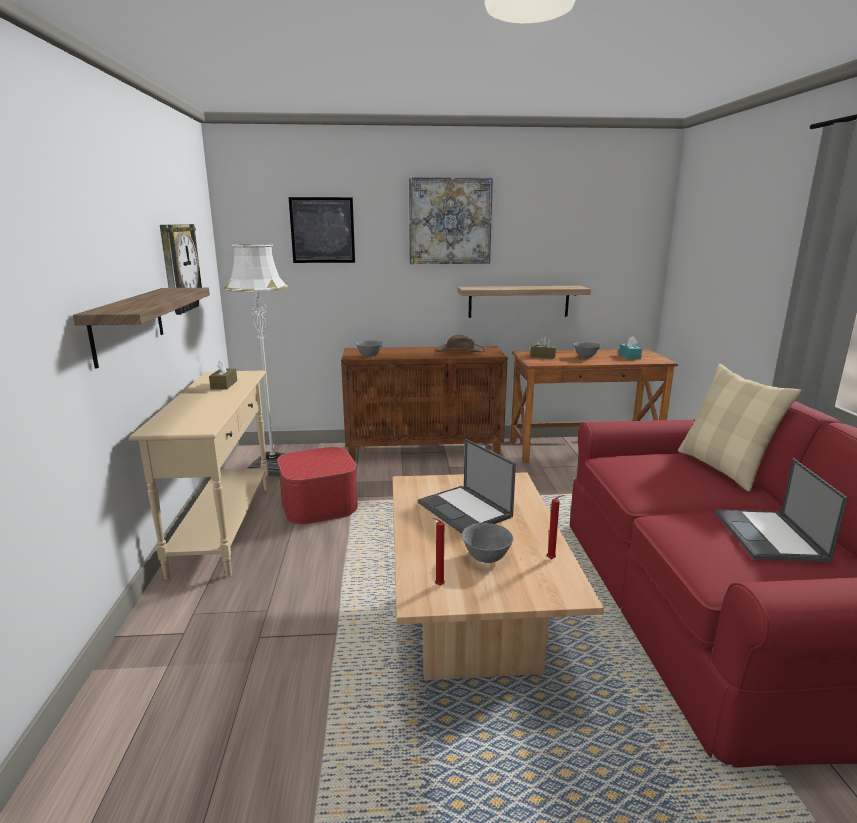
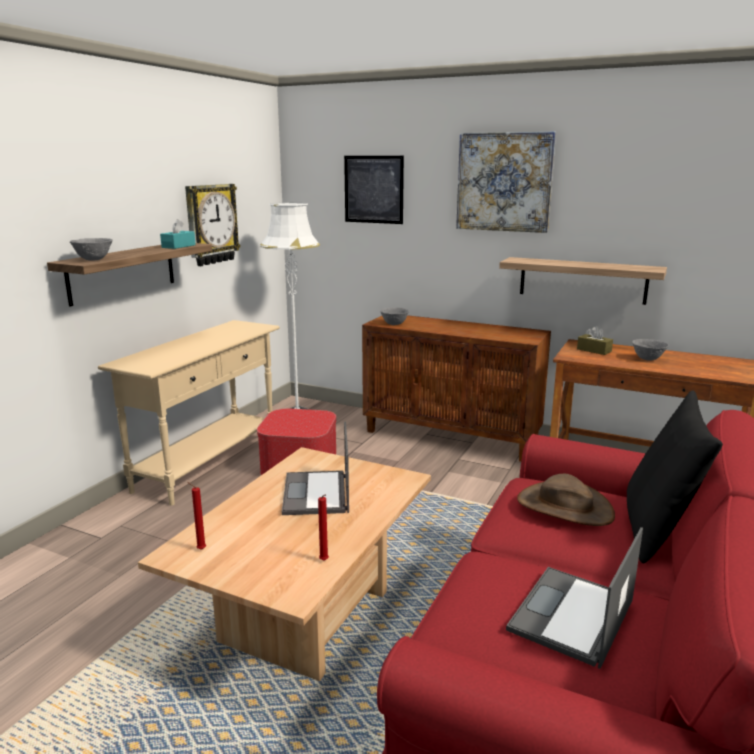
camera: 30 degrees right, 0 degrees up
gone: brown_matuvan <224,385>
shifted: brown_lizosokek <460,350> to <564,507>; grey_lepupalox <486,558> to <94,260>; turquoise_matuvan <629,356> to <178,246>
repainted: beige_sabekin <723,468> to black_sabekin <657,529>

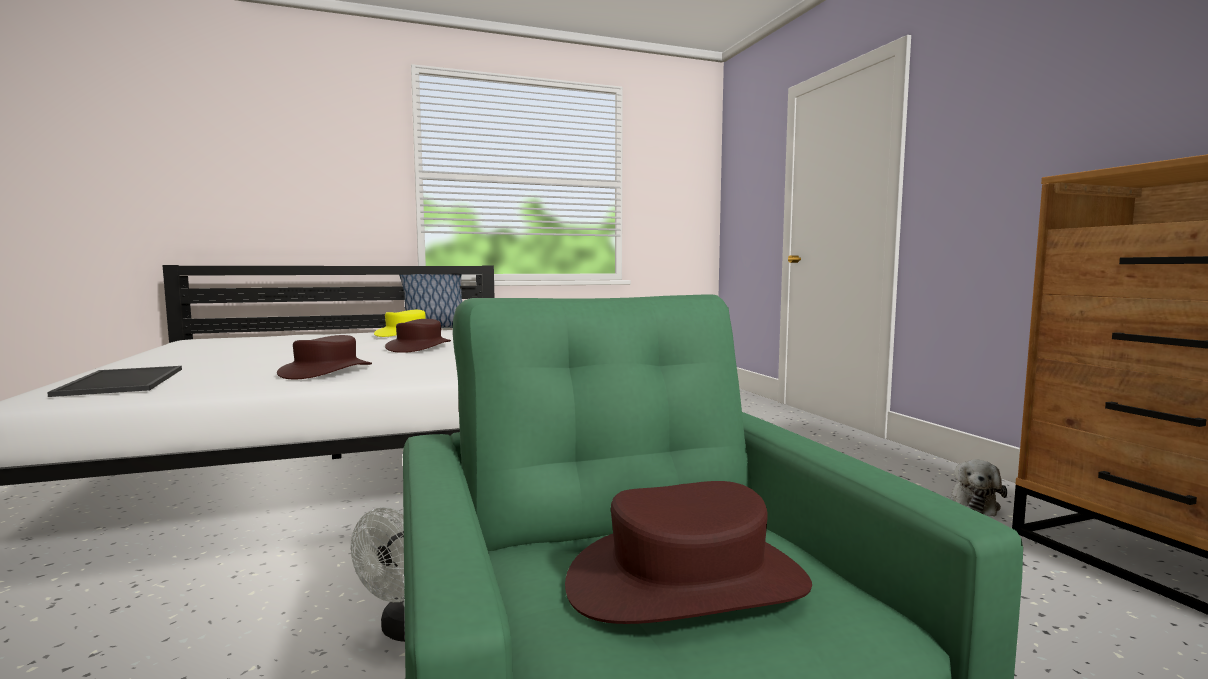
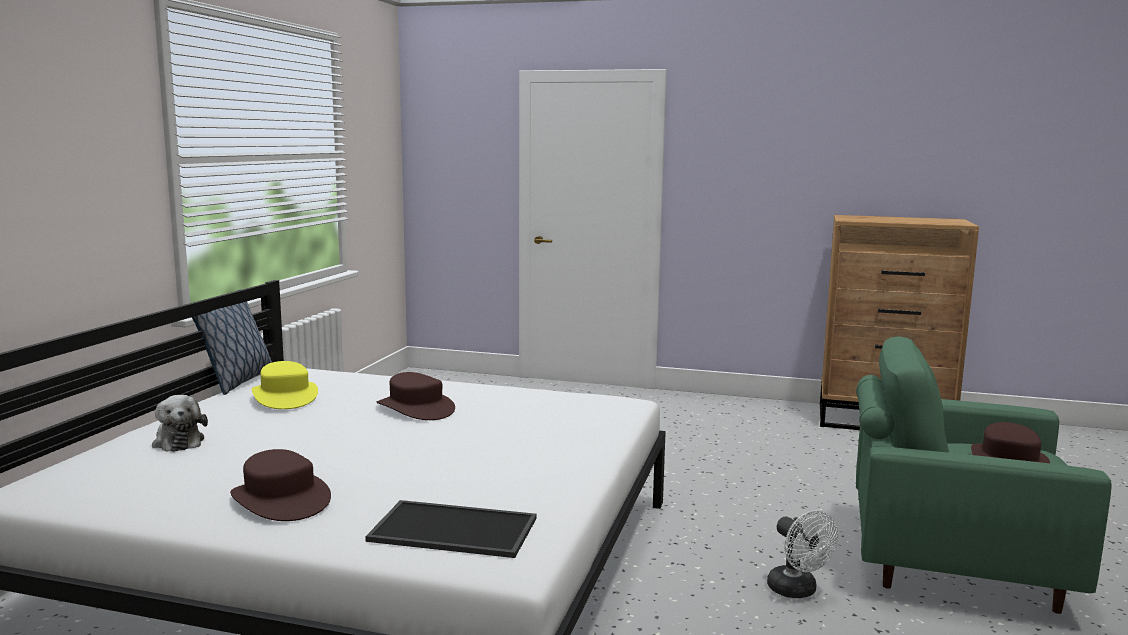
camera: 55 degrees left, 5 degrees up
shifted: brown_lizosokek <326,371> to <280,499>; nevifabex <972,504> to <178,441>

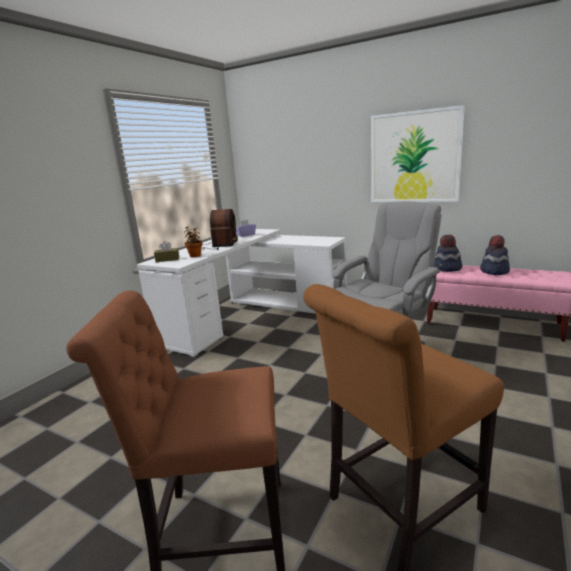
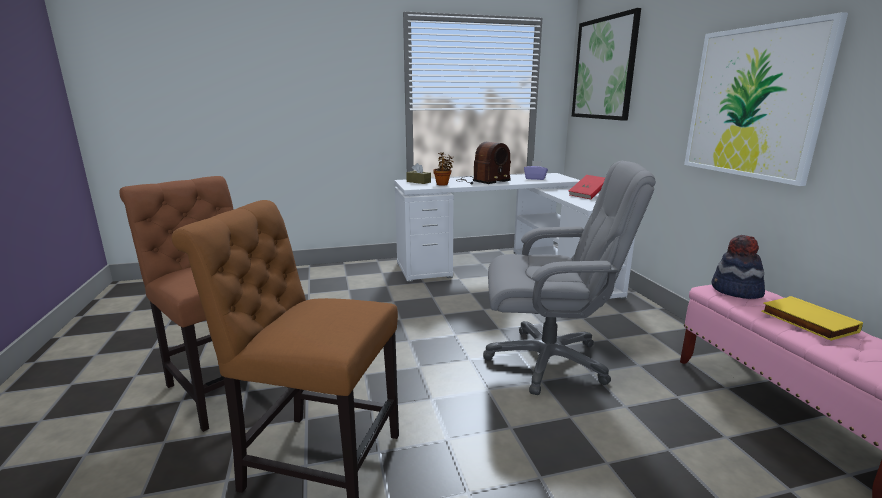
camera: 45 degrees right, 0 degrees up
new: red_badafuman <588,195>; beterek <604,69>
swapped: lizosokek <494,271> to yellow_badafuman <806,321>

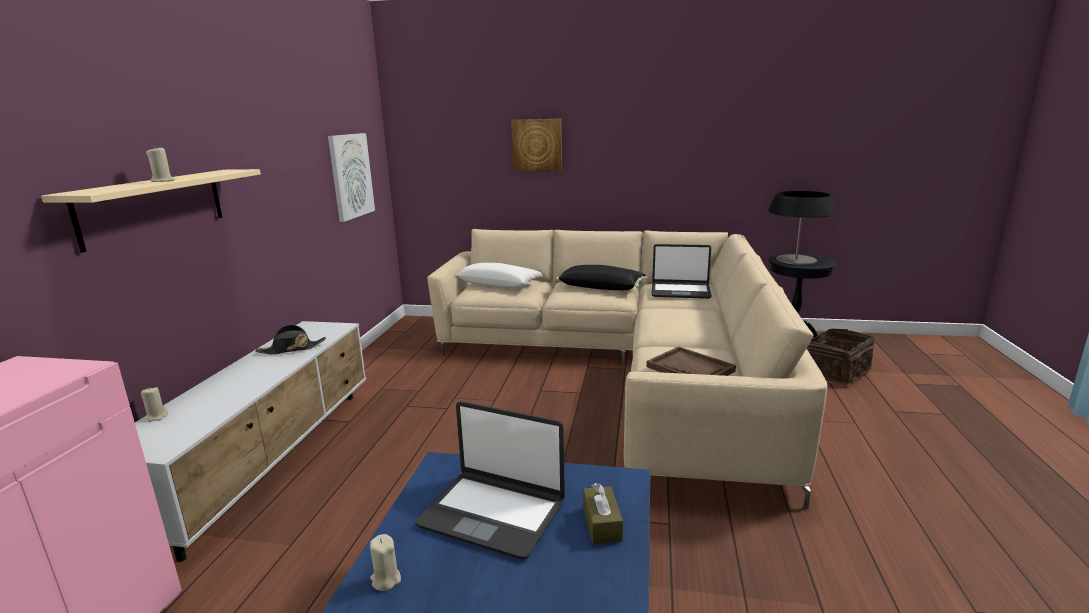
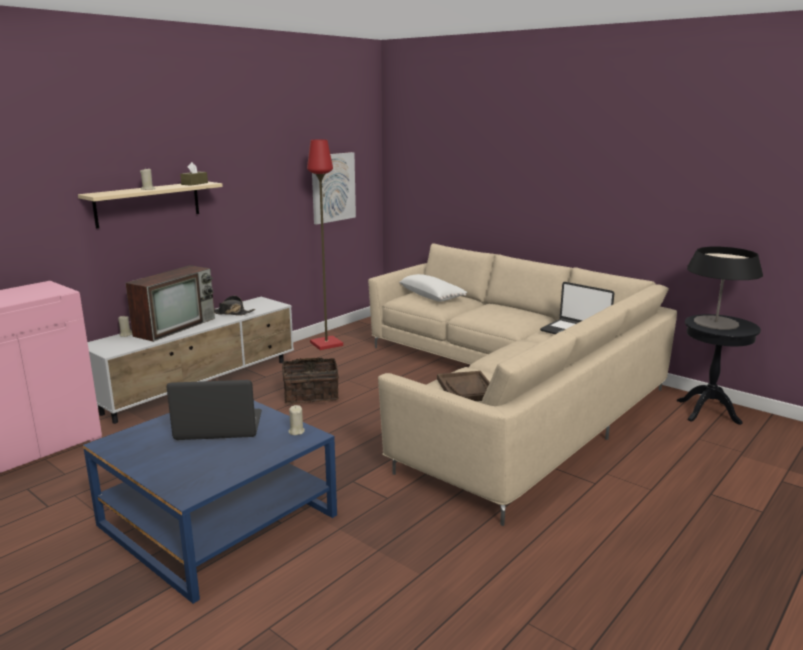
camera: 30 degrees right, 0 degrees up
gone: beterek <537,144>; black_sabekin <601,287>
new: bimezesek <176,326>; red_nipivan <326,344>
shifted: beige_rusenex <386,580> to <296,431>; brown_matuvan <602,524> to <194,183>; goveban <834,371> to <311,395>
rotated: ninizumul <493,513> = <219,427> 120 degrees clockwise

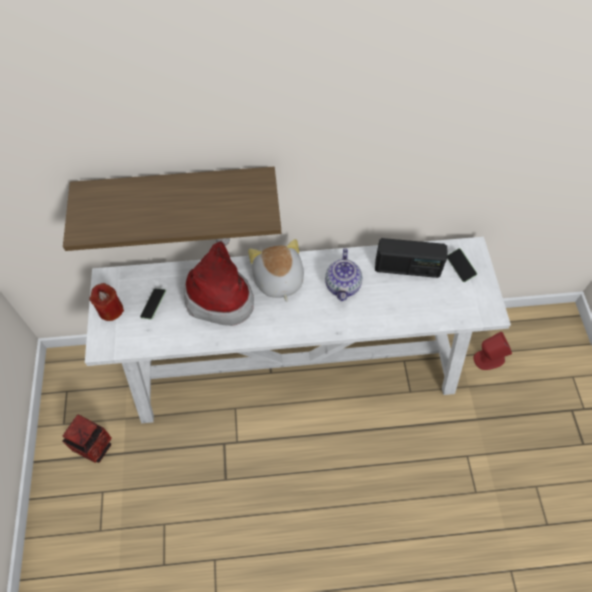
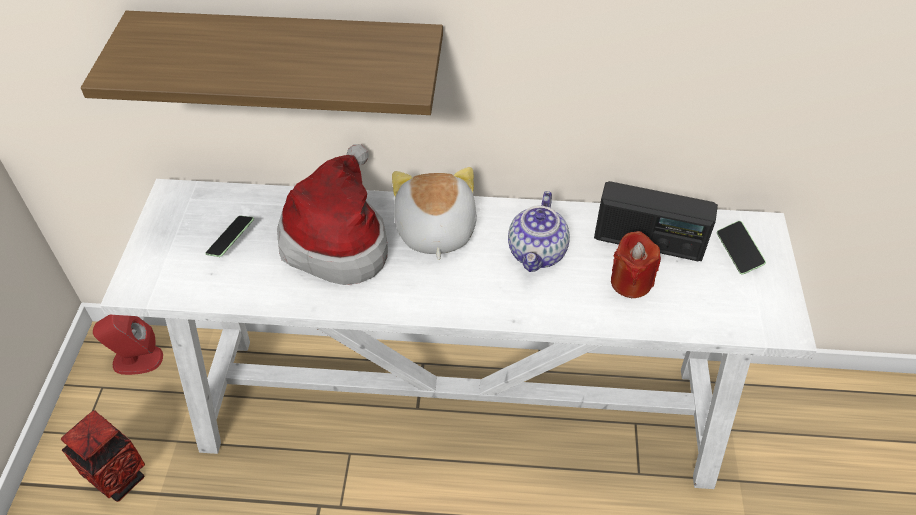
camera: 10 degrees right, 10 degrees down
shifted: red_rusenex <110,310> to <630,282>; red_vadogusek <488,359> to <137,360>

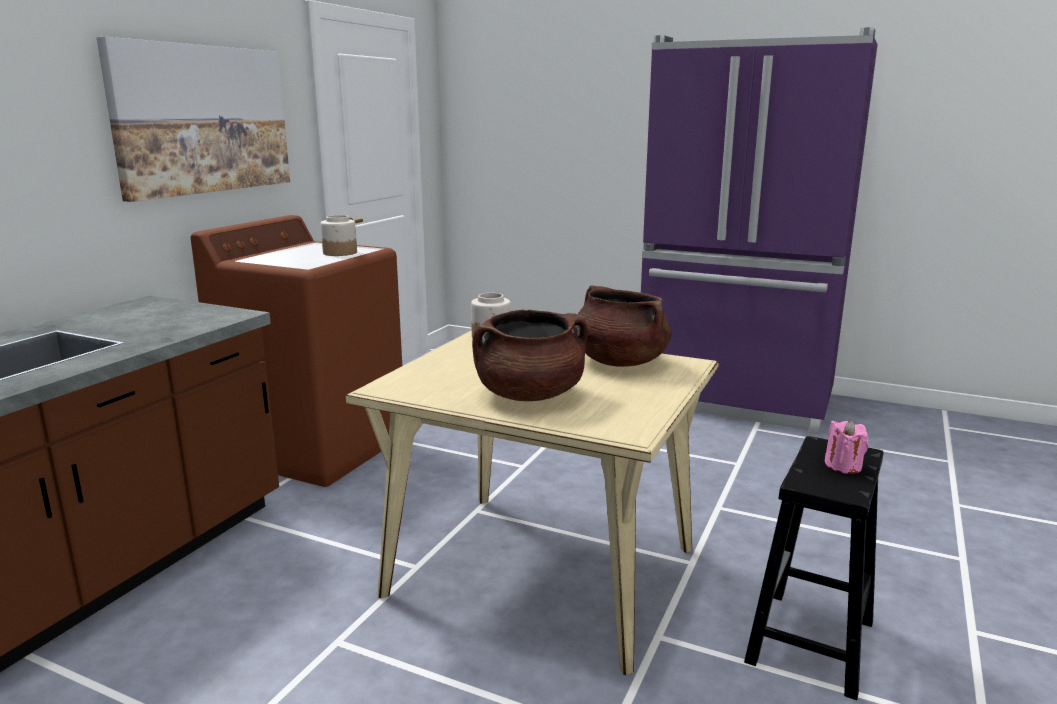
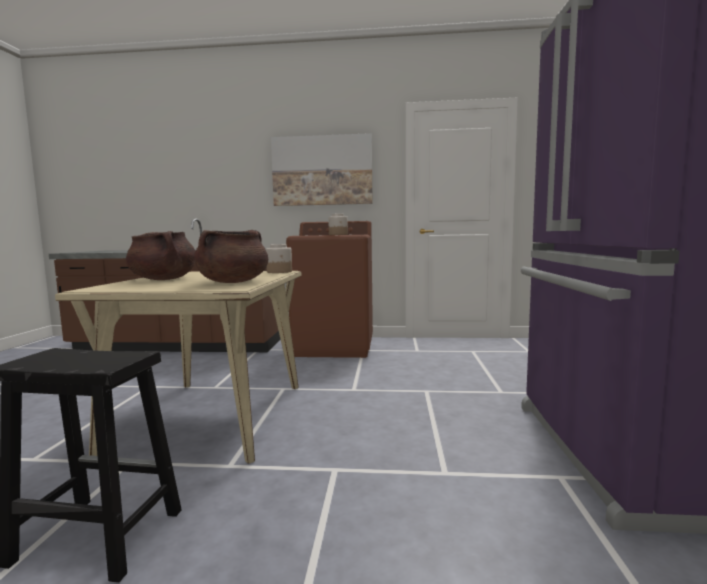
camera: 70 degrees right, 10 degrees down
gone: pink_rusenex <843,466>

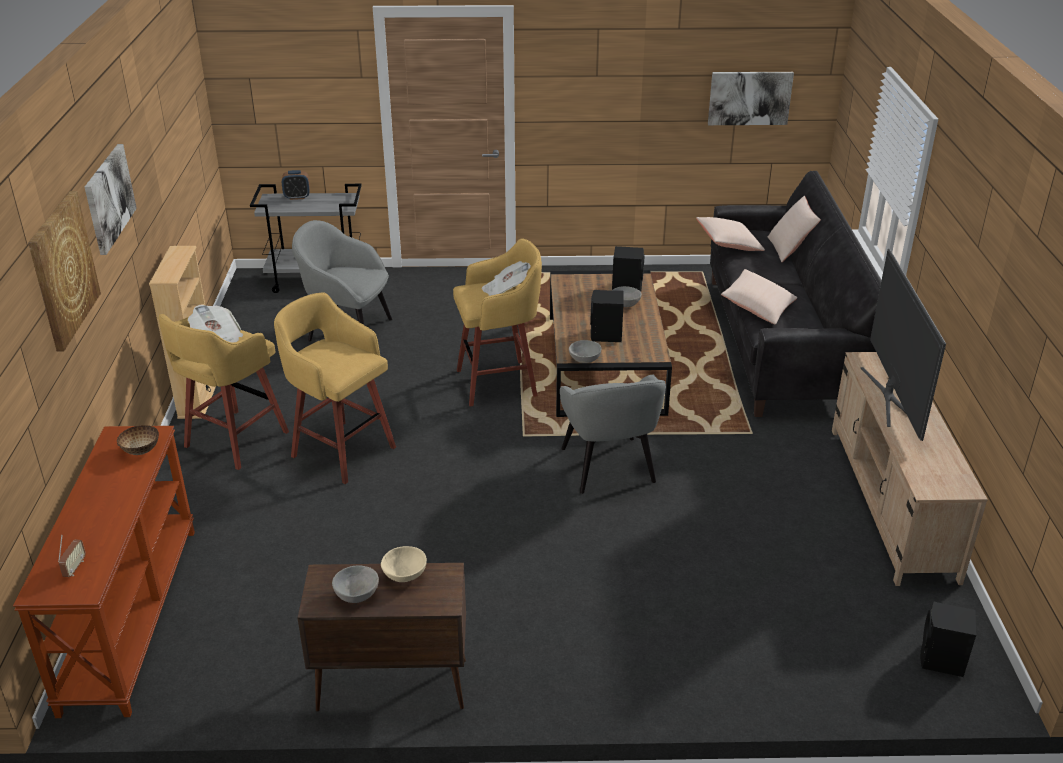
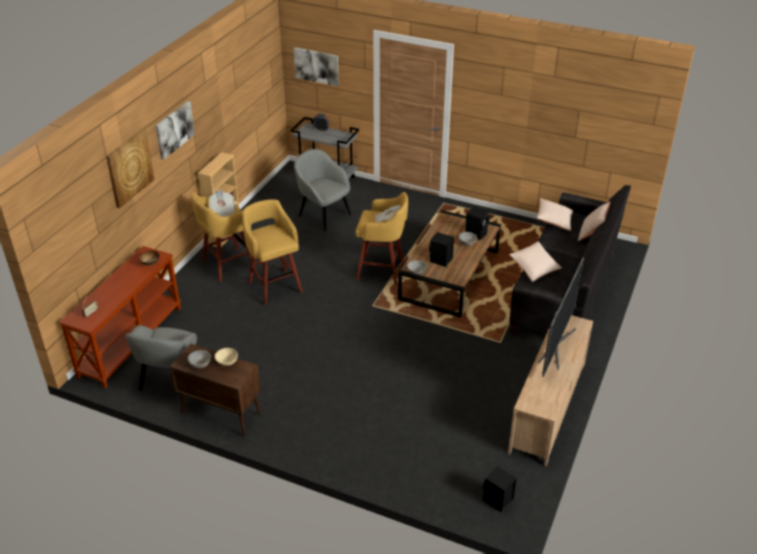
camera: 25 degrees right, 5 degrees up
shifted: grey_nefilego <608,467> to <170,378>; beterek <749,98> to <316,66>

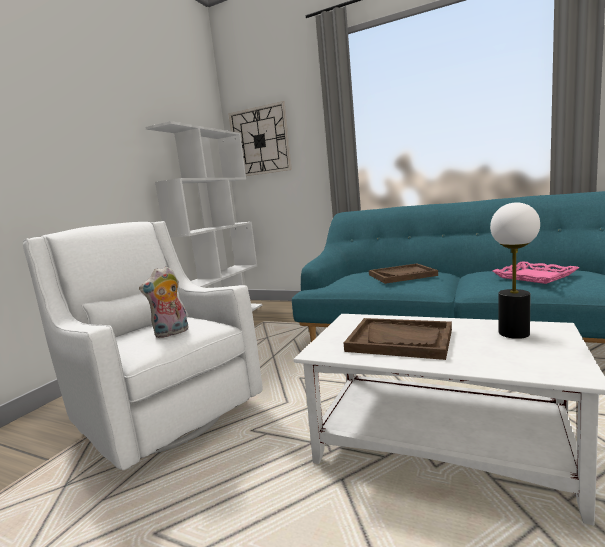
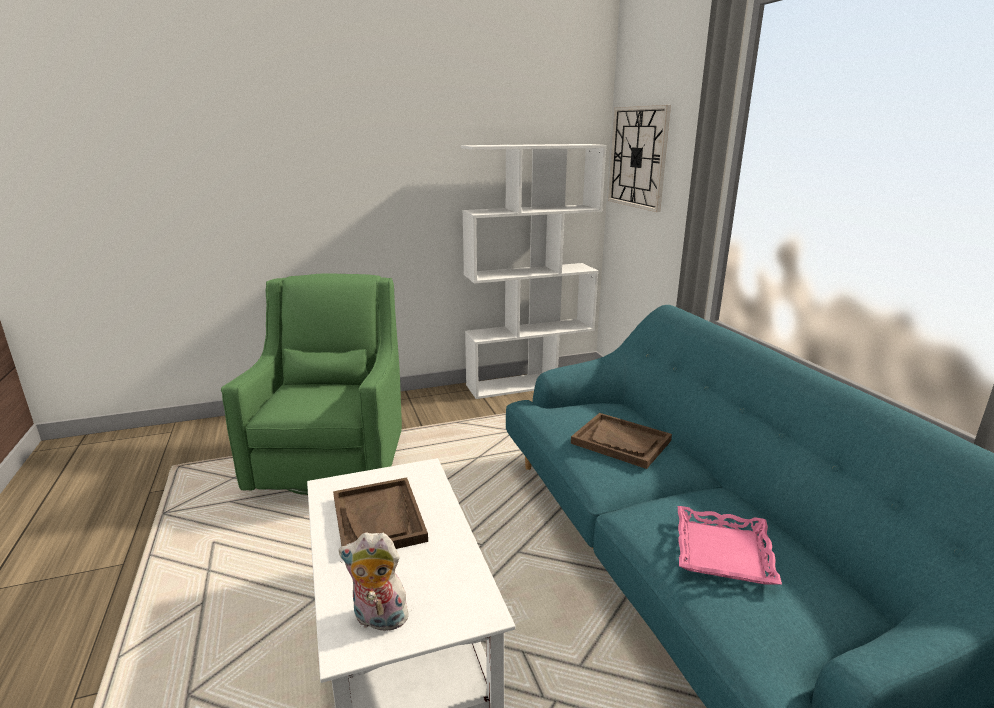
camera: 45 degrees right, 10 degrees up
gone: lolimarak <513,333>
shifted: nevifabex <171,333> to <378,620>
repainted: white_nefilego <162,415> to green_nefilego <334,461>

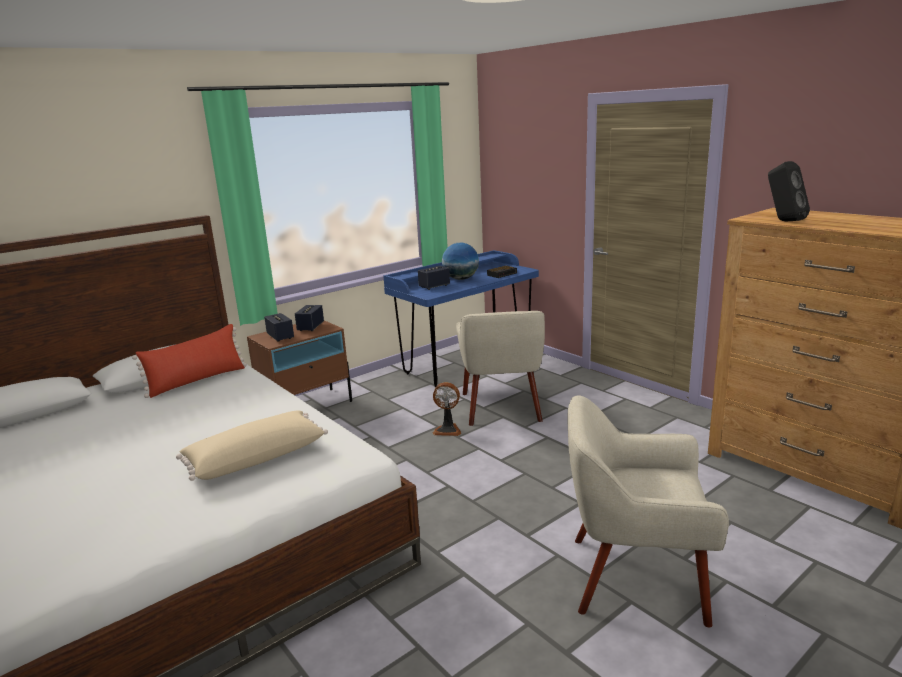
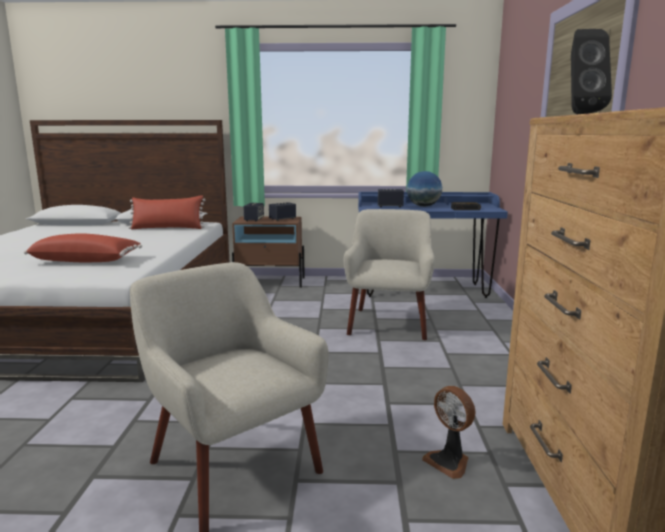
camera: 40 degrees right, 5 degrees down
shifted: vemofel <448,430> to <449,462>
repainted: beige_sabekin <255,458> to red_sabekin <86,261>
rotated: beige_nefilego <502,407> = <389,323> 150 degrees clockwise

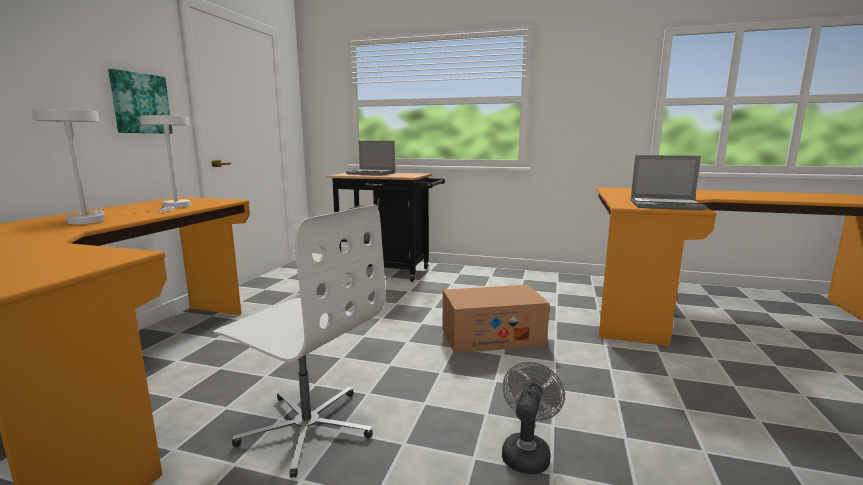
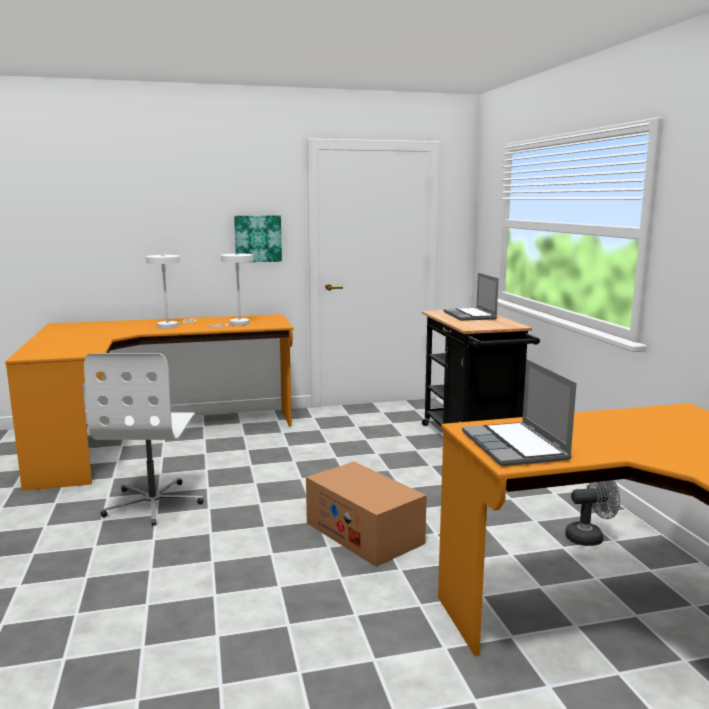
camera: 60 degrees right, 0 degrees up
shifted: grey_vemofel <527,452> to <589,537>

